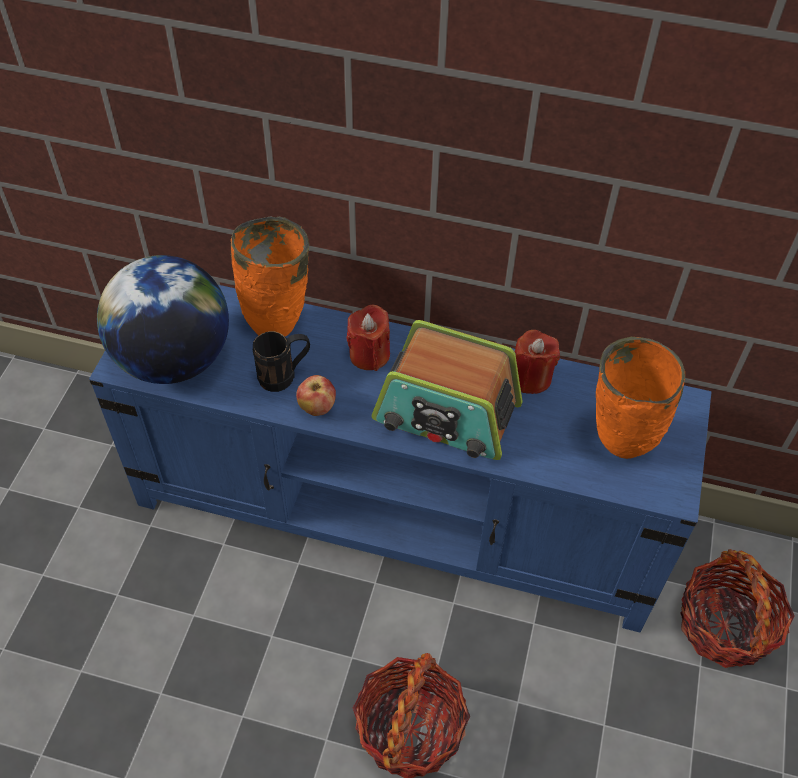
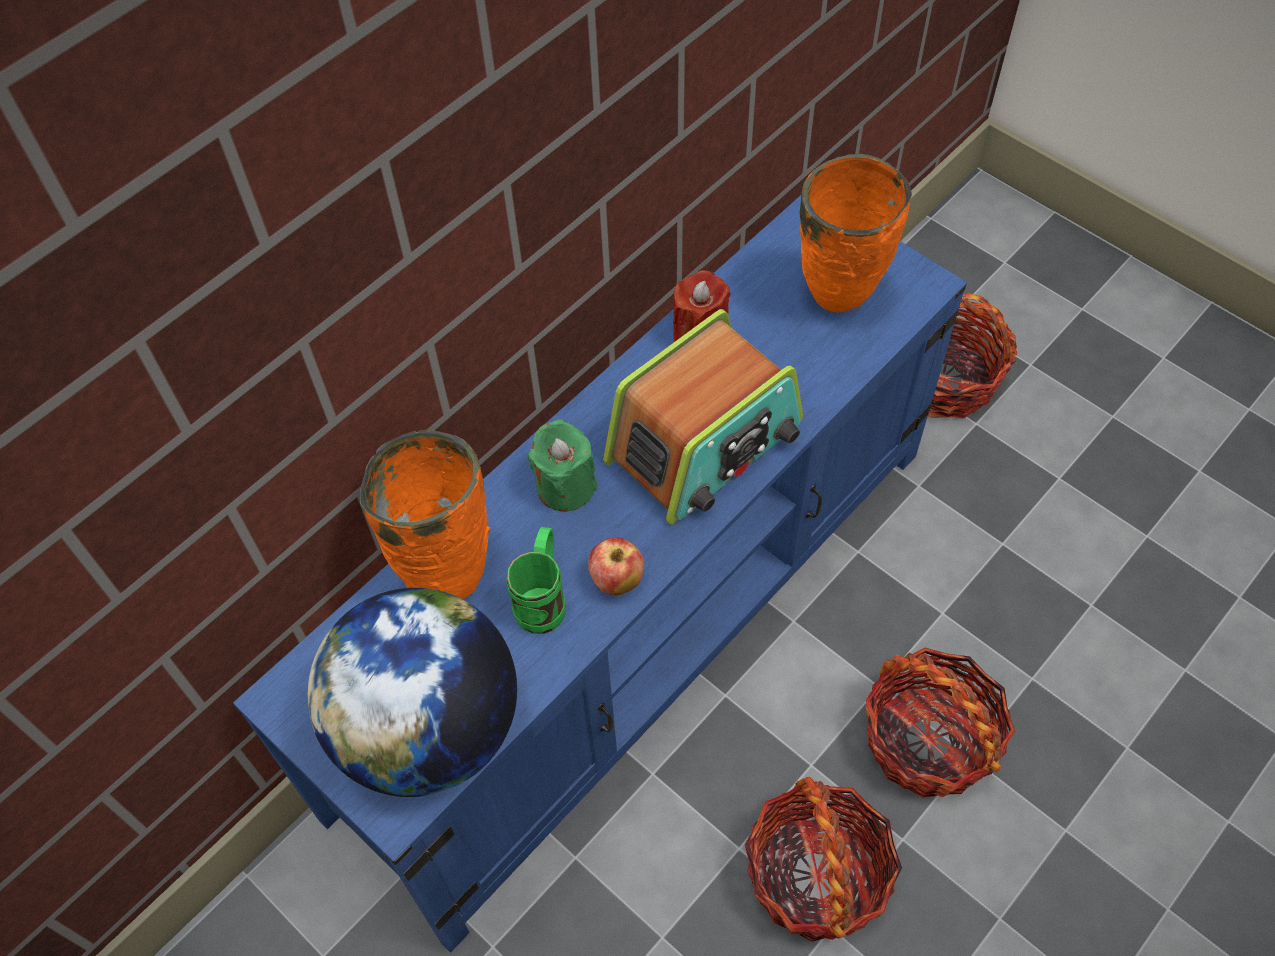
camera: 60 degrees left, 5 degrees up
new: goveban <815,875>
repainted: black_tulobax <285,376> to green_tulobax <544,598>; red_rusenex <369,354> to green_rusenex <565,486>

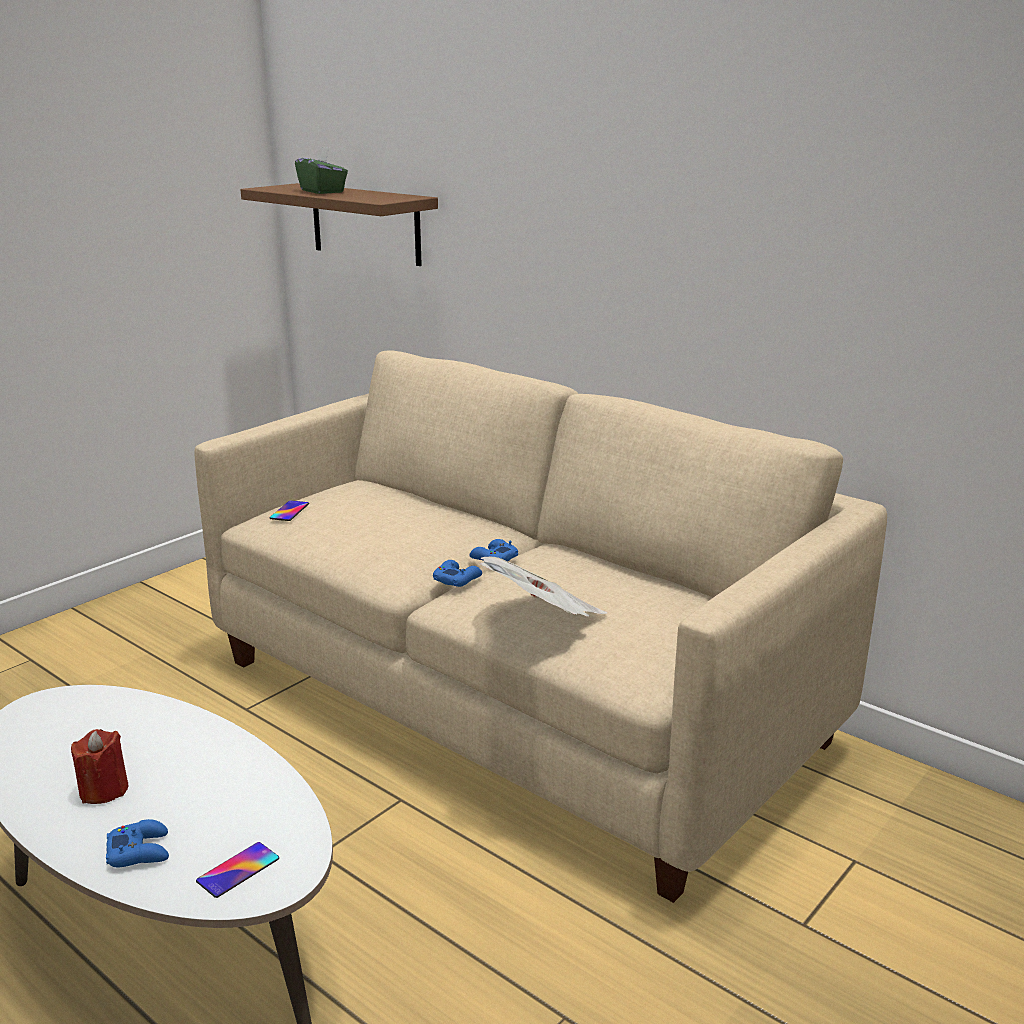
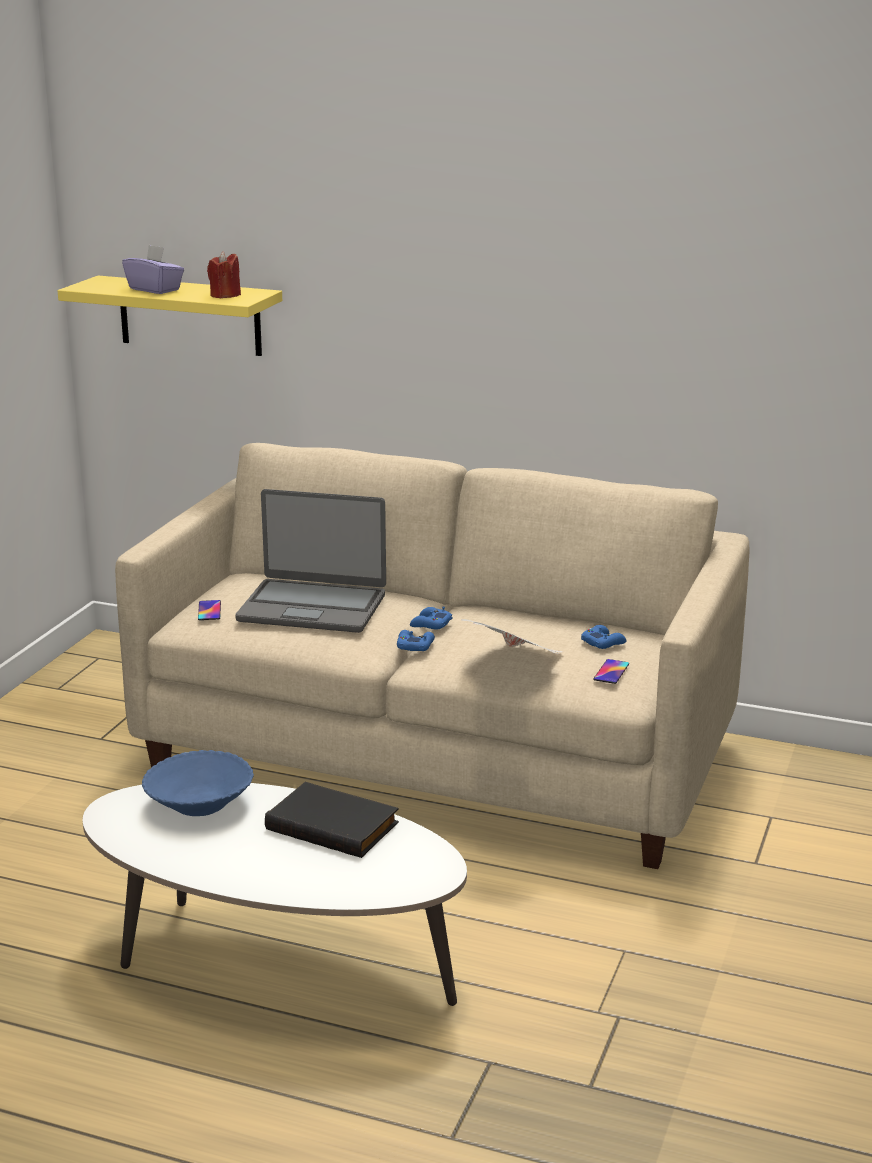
camera: 20 degrees left, 0 degrees up
new: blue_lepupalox <199,804>; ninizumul <312,607>; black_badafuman <334,825>
shifted: red_rusenex <104,790> to <225,295>; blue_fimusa <139,851> to <603,642>; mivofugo <238,870> to <611,672>
repainted: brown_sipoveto <365,224> to yellow_sipoveto <190,316>; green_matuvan <323,191> to purple_matuvan <155,289>

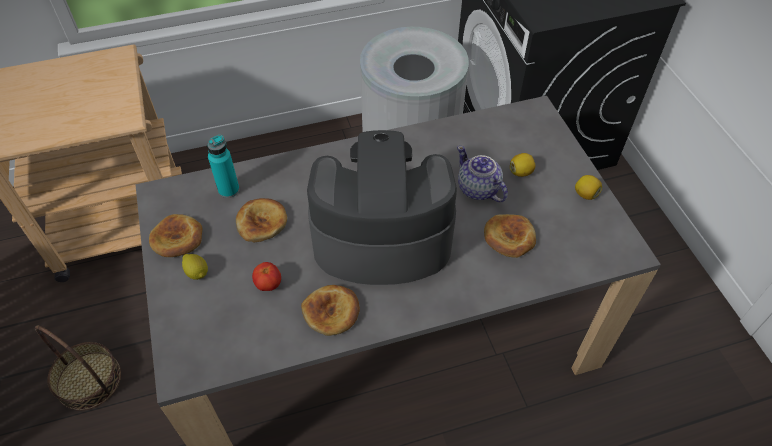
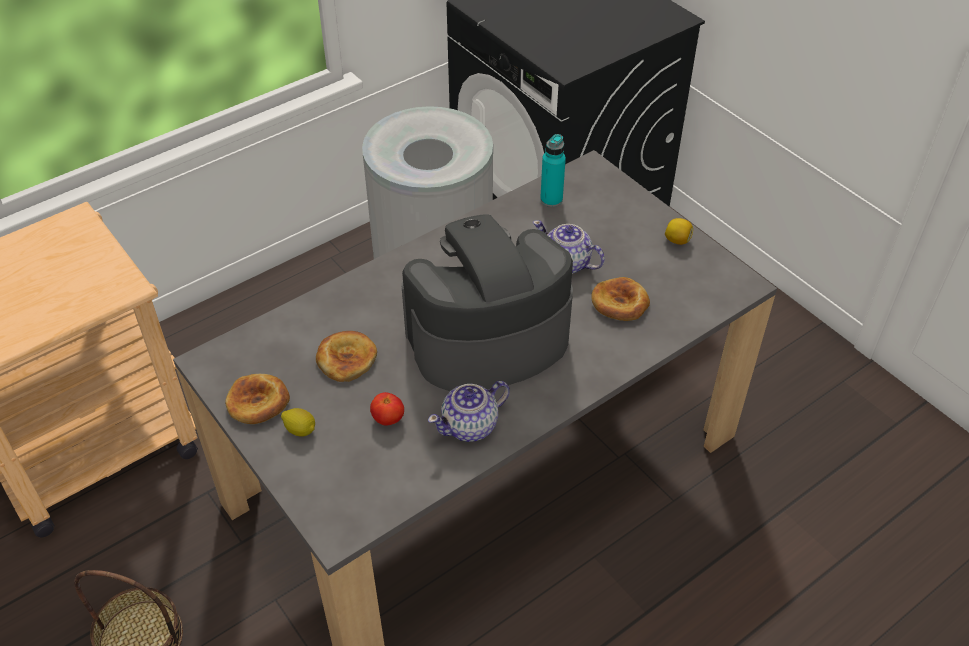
camera: 20 degrees left, 5 degrees down
gone: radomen <521,172>
shifted: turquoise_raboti <229,190> to <551,199>
swapped: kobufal <331,312> to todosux <470,426>

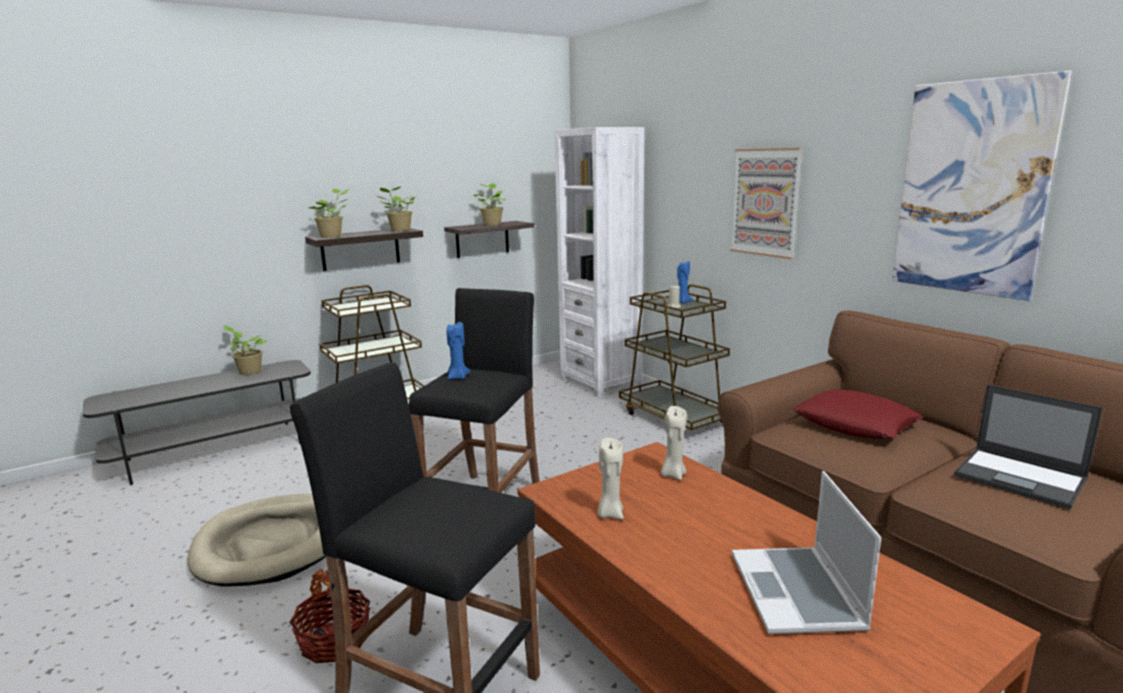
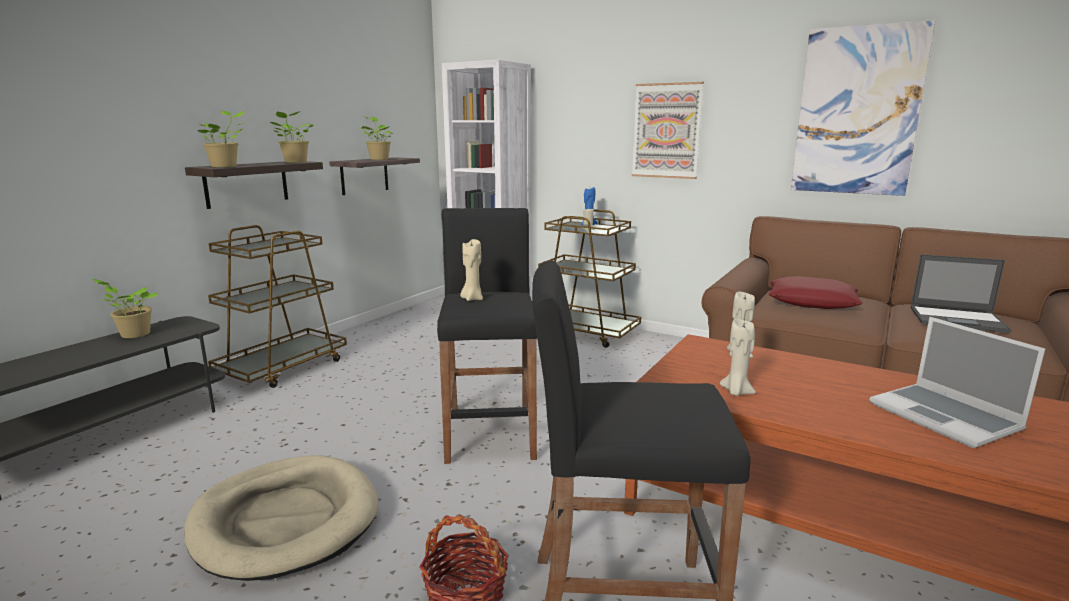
camera: 25 degrees left, 0 degrees up
repainted: blue_rusenex <457,377> to beige_rusenex <472,299>

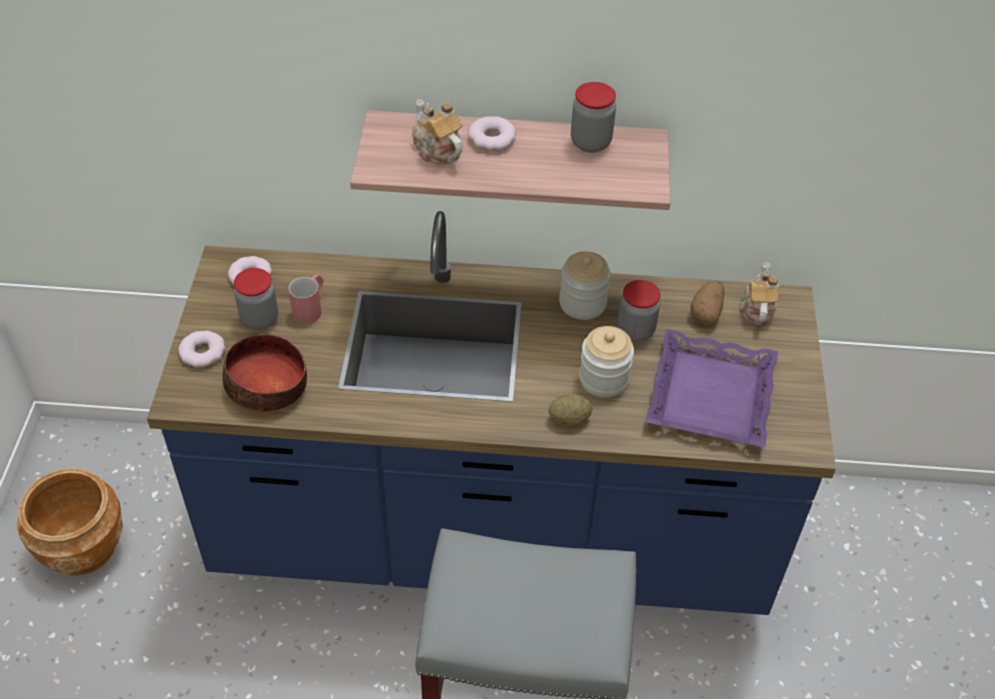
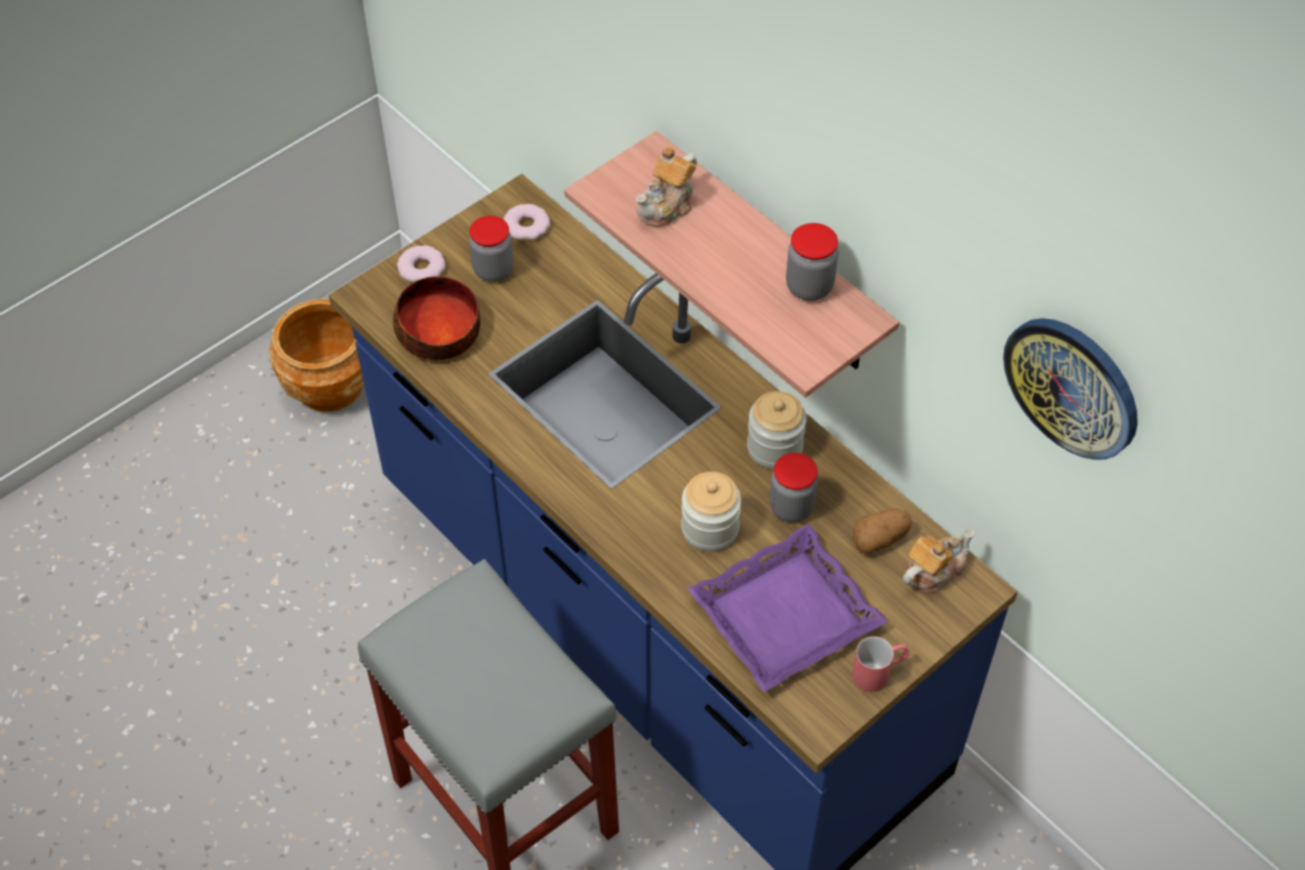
camera: 45 degrees right, 5 degrees up
gone: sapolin <492,138>; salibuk <569,419>
new: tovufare <1072,386>
shifted: red_tulobax <311,308> to <879,672>
rotated: todosux <436,149> = <667,205> 150 degrees counterclockwise

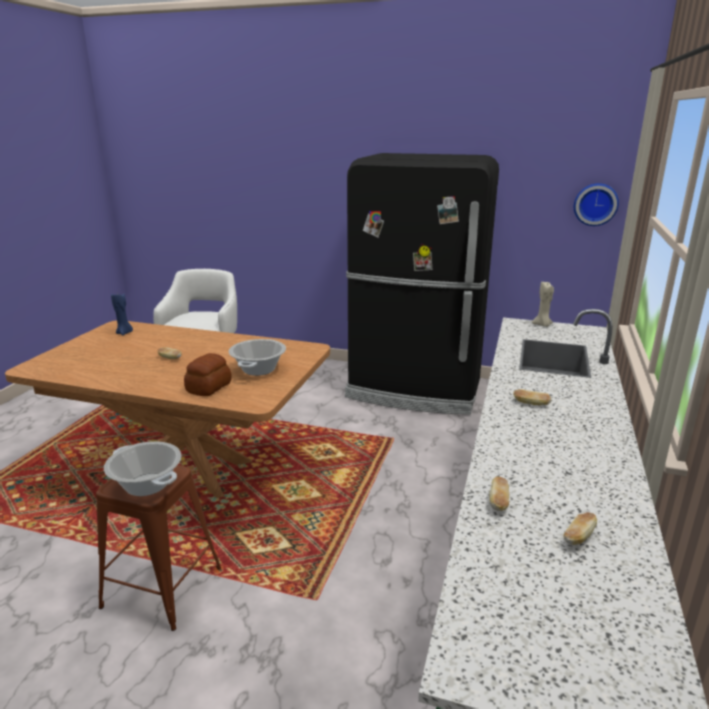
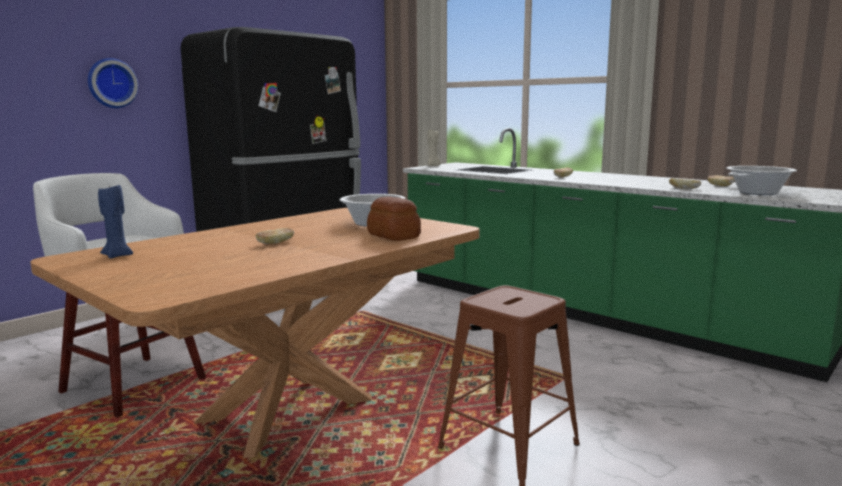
camera: 65 degrees left, 10 degrees down
shifted: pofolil <147,484> to <757,193>; tovufare <595,204> to <111,83>

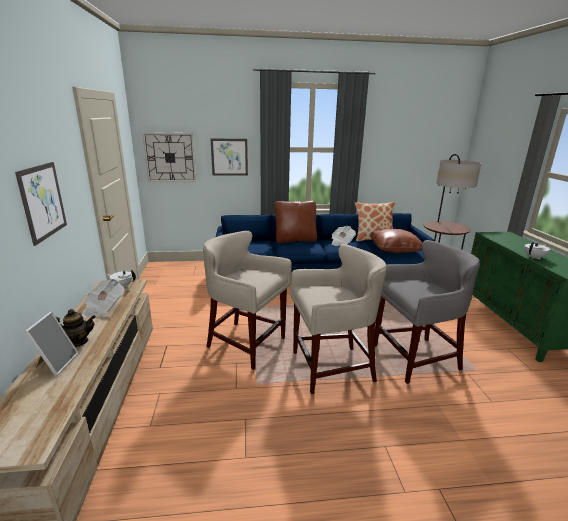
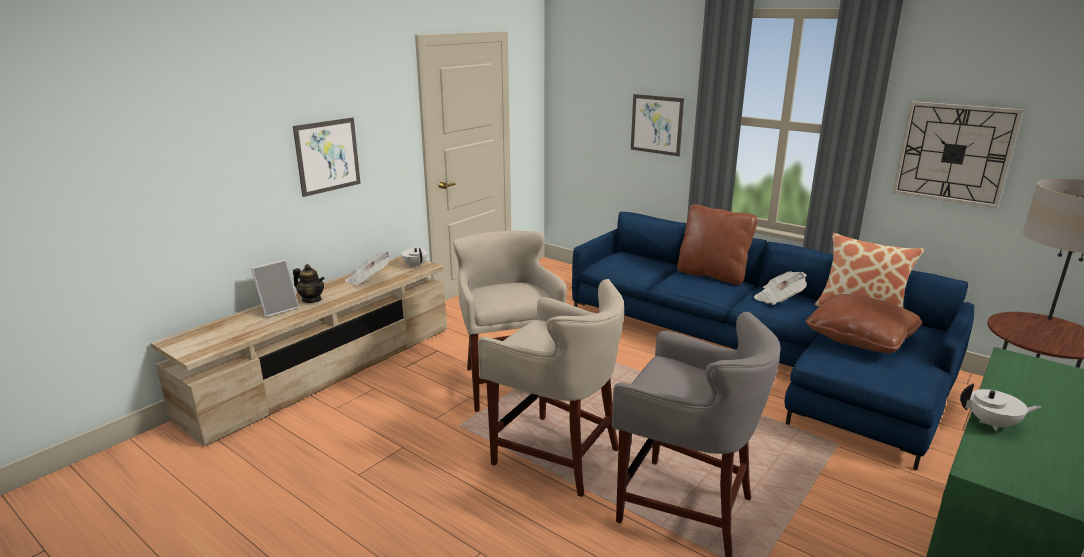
camera: 45 degrees right, 0 degrees up
shifted: tovufare <170,157> to <954,153>

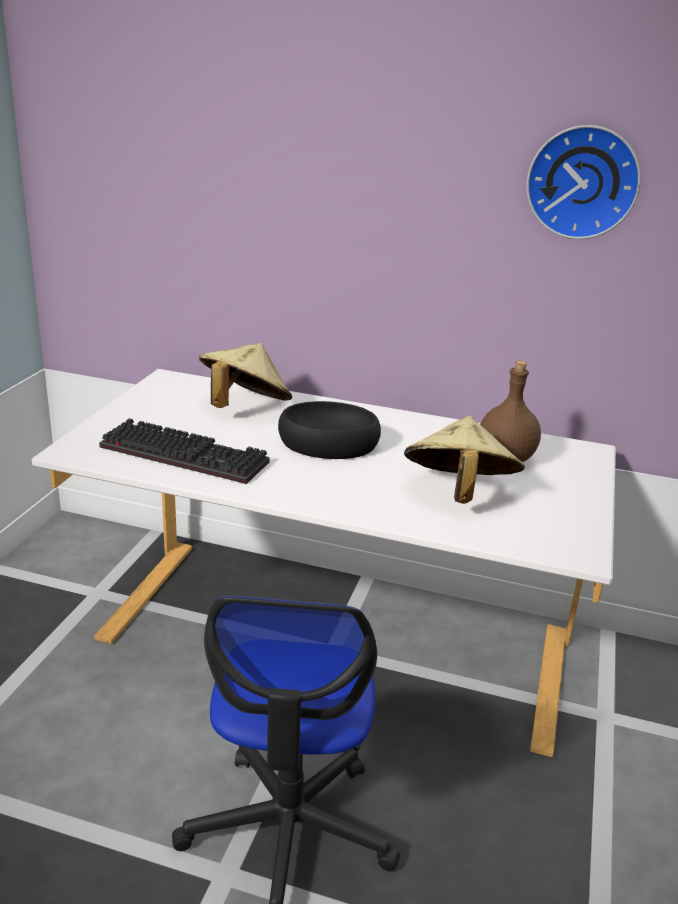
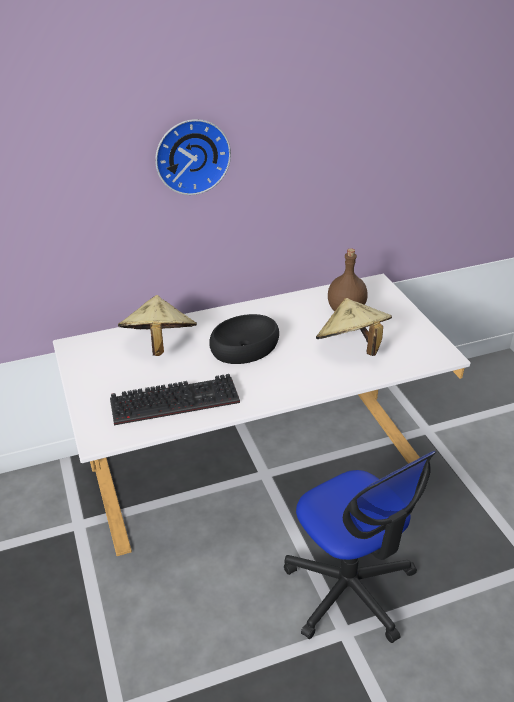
camera: 35 degrees left, 10 degrees up
shifted: tovufare <582,182> to <191,155>

